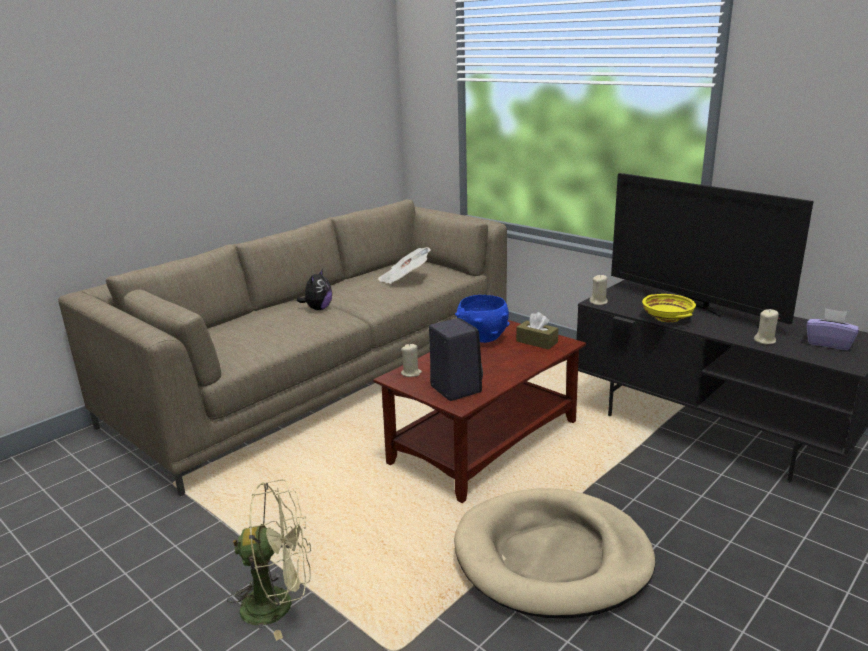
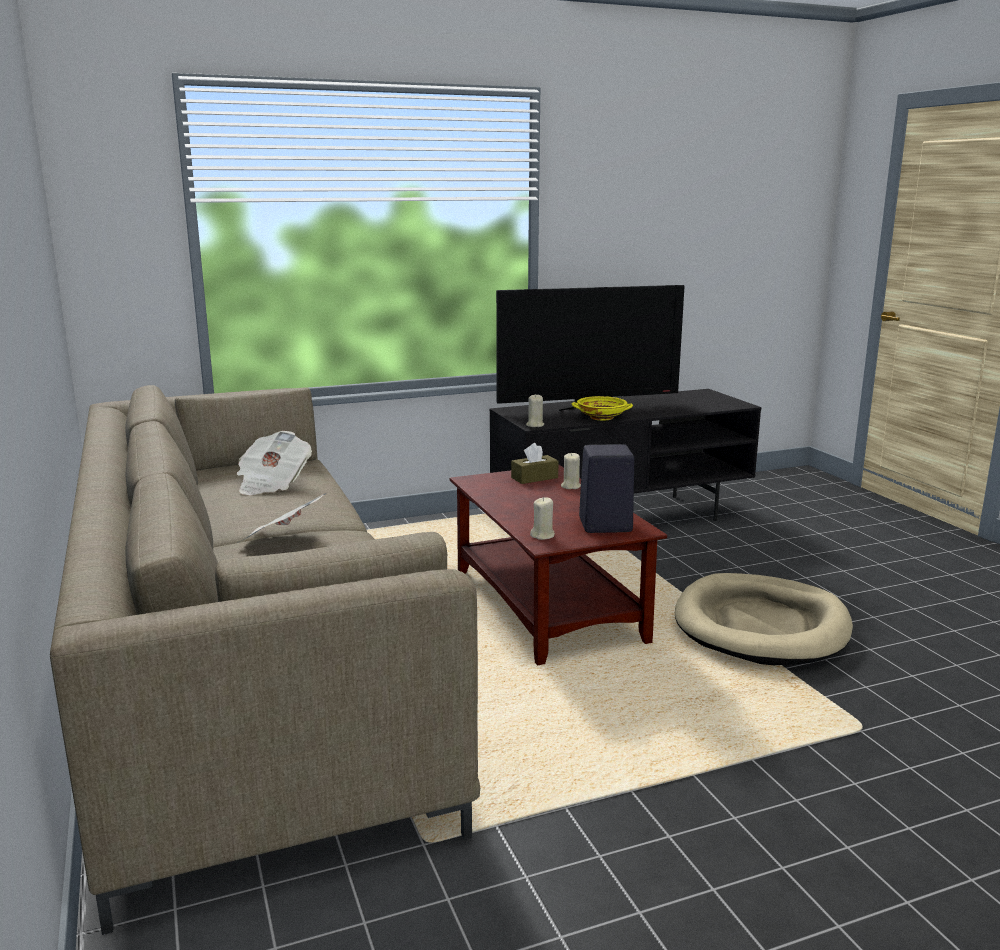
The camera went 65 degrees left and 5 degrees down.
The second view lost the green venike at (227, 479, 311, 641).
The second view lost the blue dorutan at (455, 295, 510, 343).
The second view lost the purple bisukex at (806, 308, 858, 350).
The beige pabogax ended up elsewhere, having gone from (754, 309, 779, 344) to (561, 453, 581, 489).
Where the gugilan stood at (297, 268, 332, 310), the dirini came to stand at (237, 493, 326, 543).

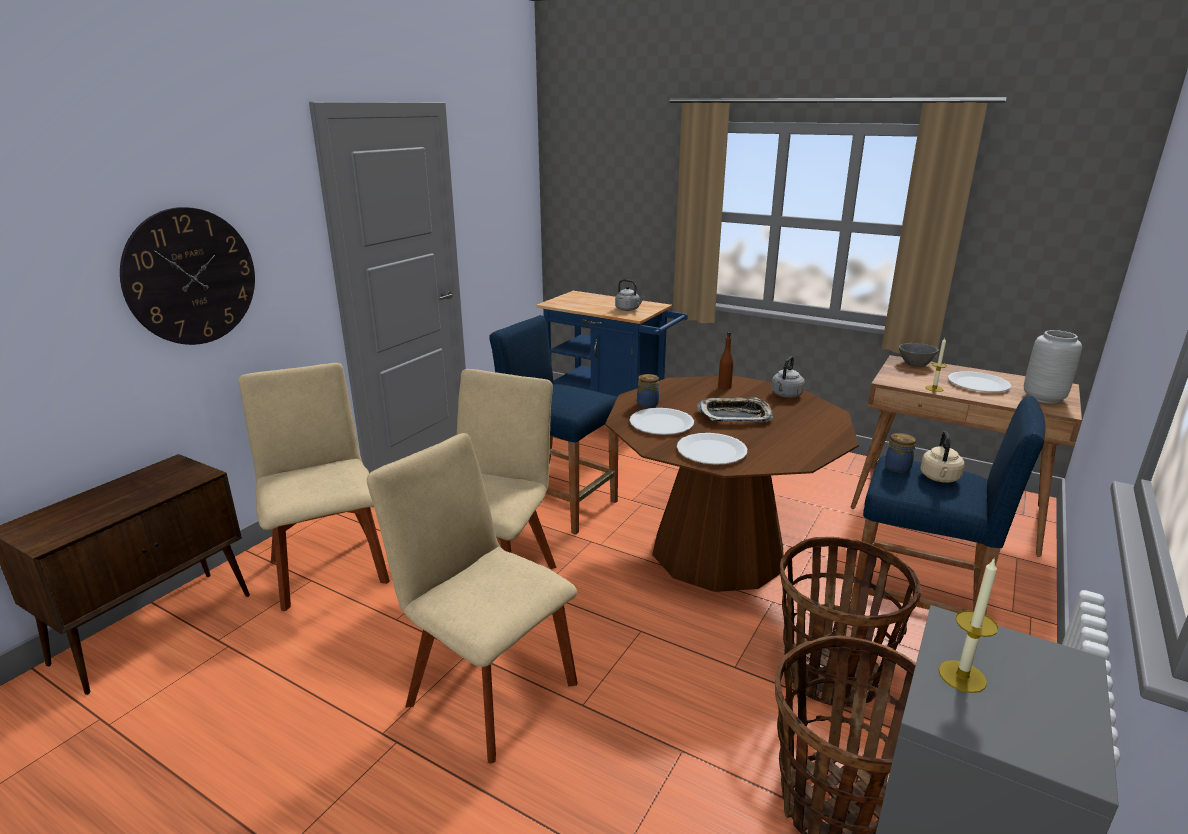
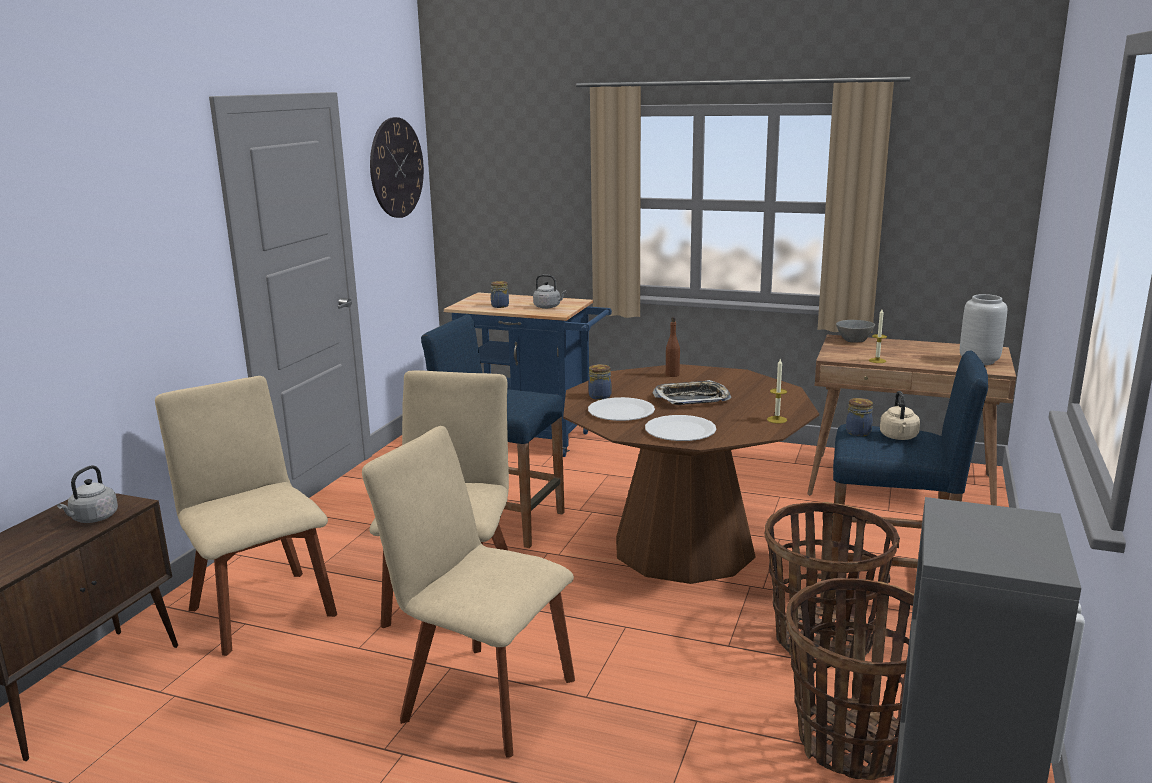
The camera went 10 degrees left and 5 degrees down.
The second view lost the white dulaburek at (948, 371, 1011, 392).
The second view gained the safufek at (491, 281, 509, 308).
The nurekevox ended up elsewhere, having gone from (120, 207, 255, 345) to (370, 117, 424, 218).
The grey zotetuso ended up elsewhere, having gone from (771, 356, 805, 398) to (57, 465, 118, 523).
The pabogax ended up elsewhere, having gone from (938, 559, 999, 693) to (767, 359, 787, 423).

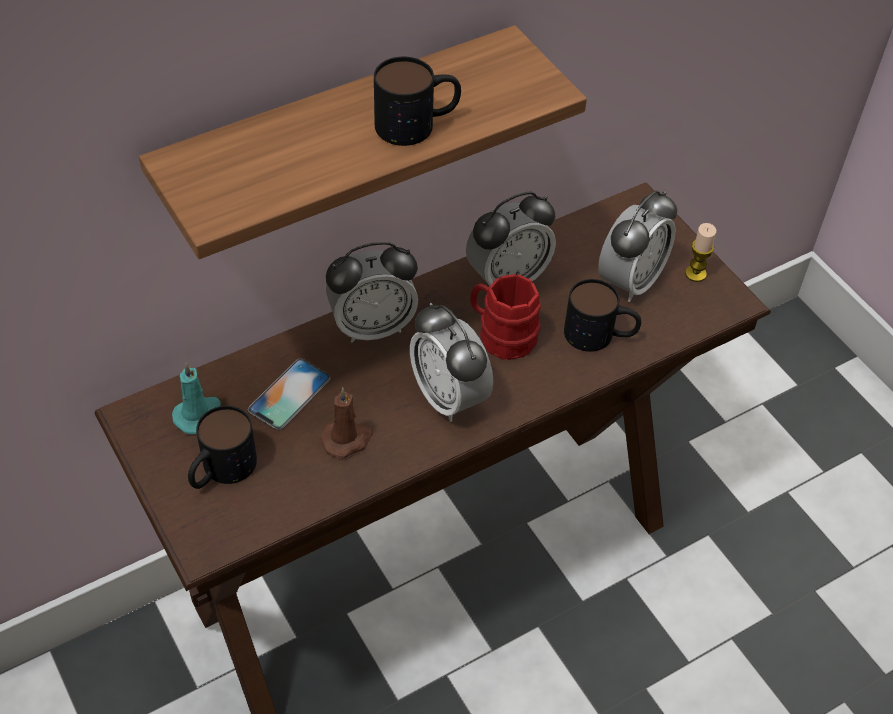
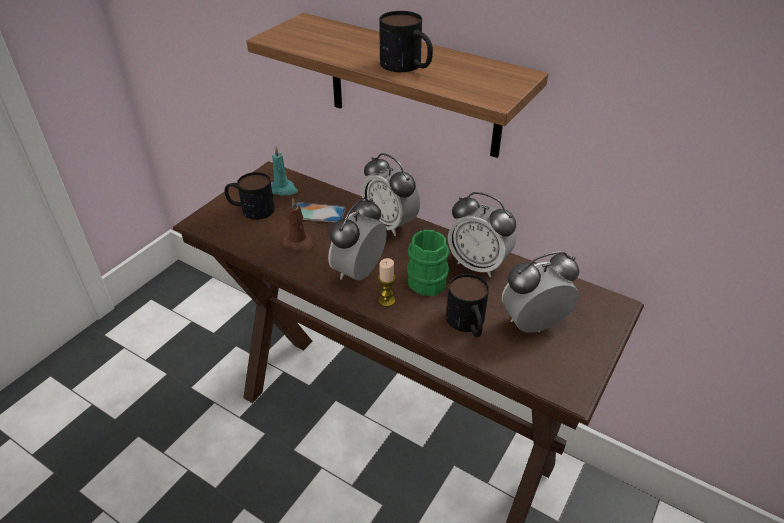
The camera went 65 degrees right and 10 degrees down.
The pabogax ended up elsewhere, having gone from (685, 223, 716, 282) to (378, 258, 396, 307).
What was the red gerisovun at (470, 274, 541, 360) turned into the green gerisovun at (407, 230, 449, 296).
The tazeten at (598, 191, 677, 302) ended up facing another way, 150 degrees clockwise from before.

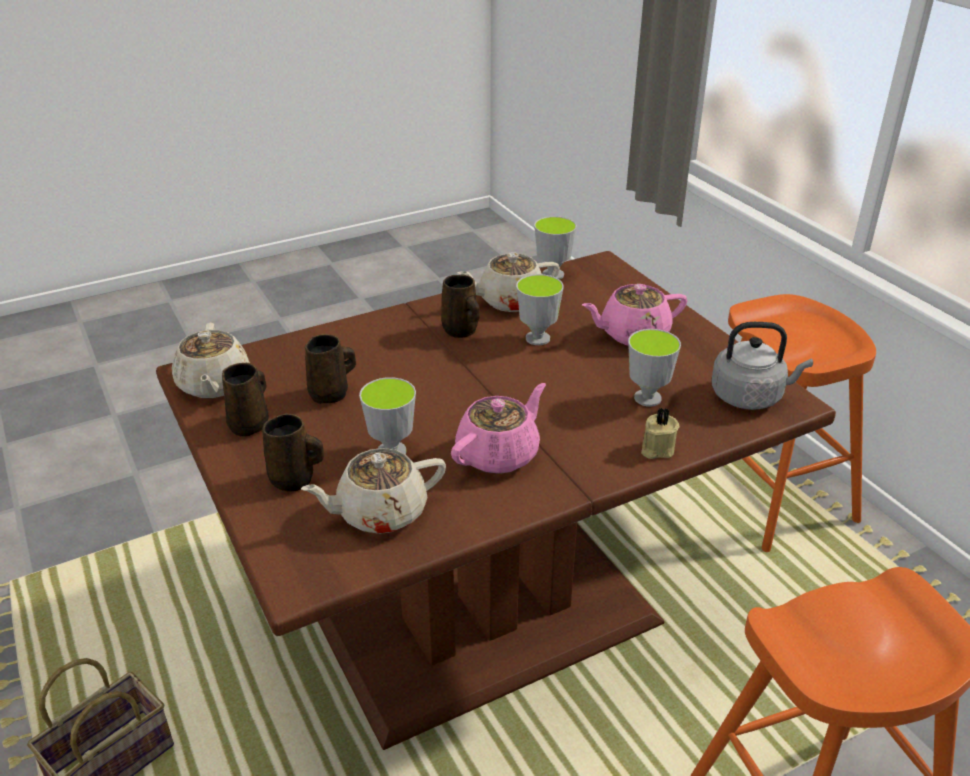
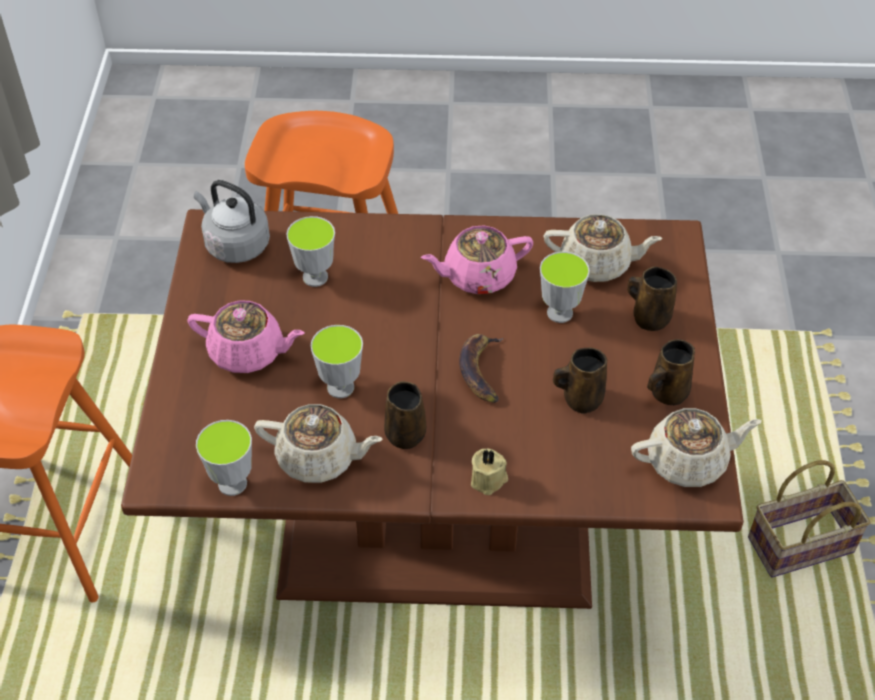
The camera went 150 degrees left and 15 degrees up.
The second view gained the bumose at (459, 334, 503, 403).
The beige pabogax ended up elsewhere, having gone from (641, 407, 679, 459) to (471, 449, 508, 495).
The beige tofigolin at (172, 323, 250, 398) ended up facing another way, 60 degrees clockwise from before.

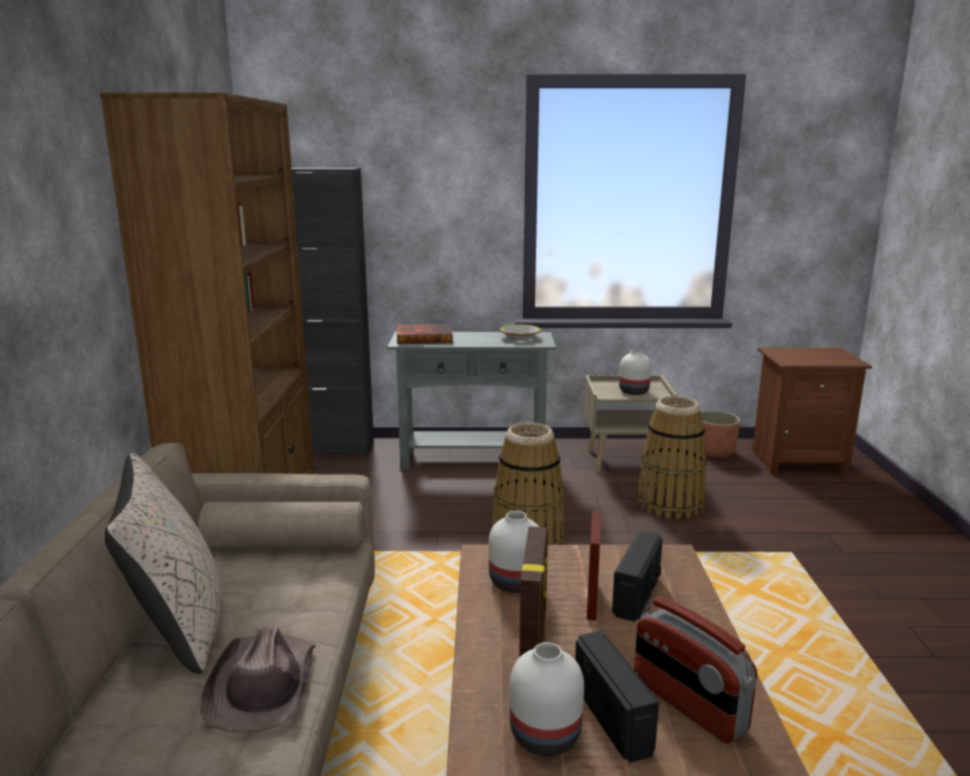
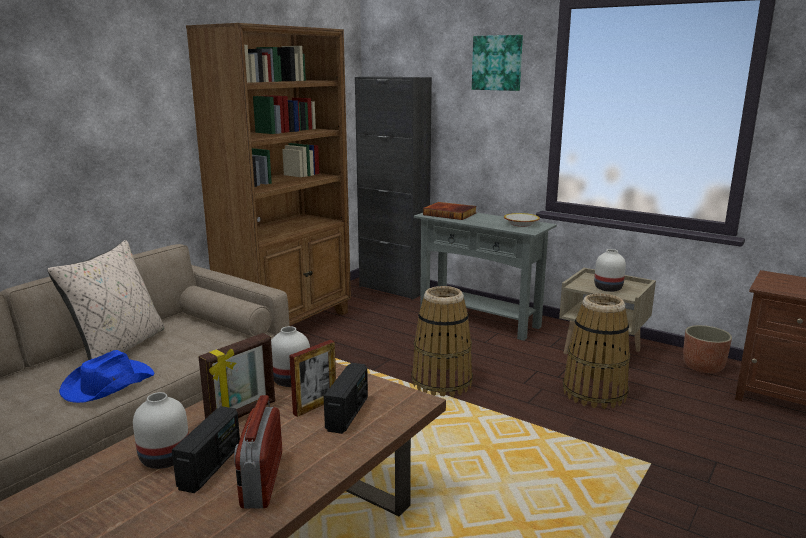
The camera went 35 degrees right and 0 degrees up.
The second view gained the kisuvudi at (472, 35, 523, 91).
What was the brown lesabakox at (200, 625, 316, 733) turned into the blue lesabakox at (59, 350, 154, 403).
The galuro at (612, 531, 663, 622) ended up facing another way, 45 degrees counterclockwise from before.

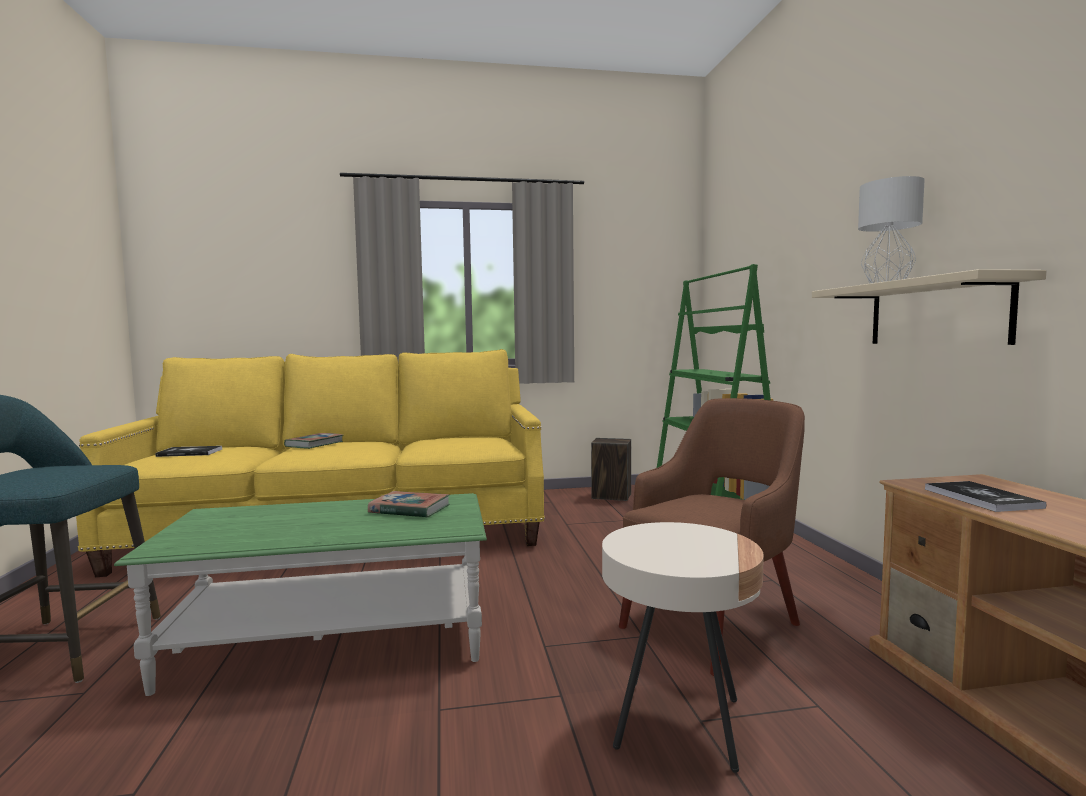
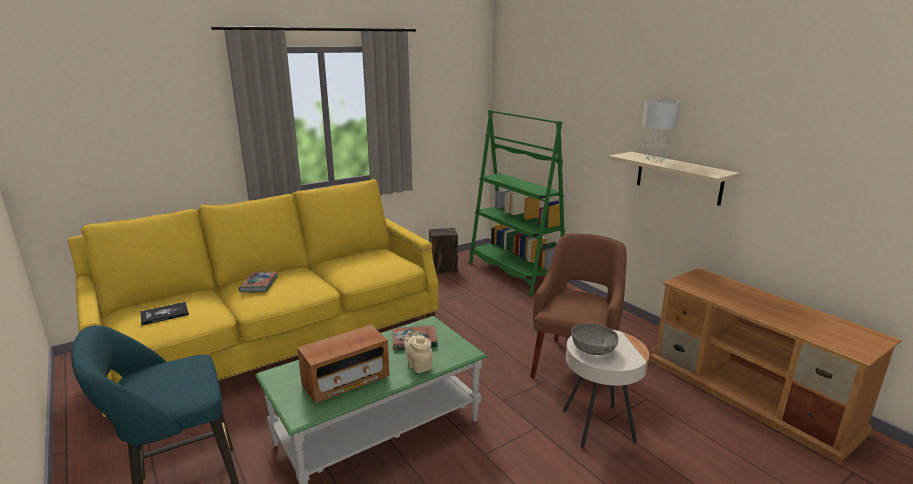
The camera went 25 degrees left and 15 degrees up.
The second view lost the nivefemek at (925, 481, 1046, 512).
The second view gained the galuro at (297, 325, 390, 404).
The second view gained the beige tofigolin at (404, 330, 433, 373).
The second view gained the grey dorutan at (571, 324, 619, 355).

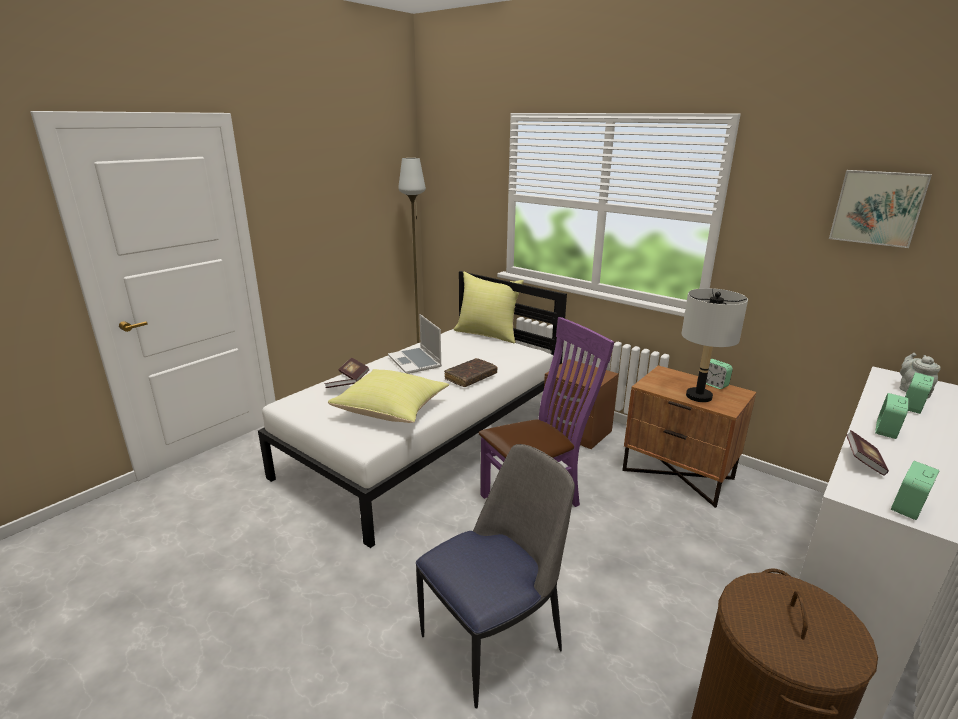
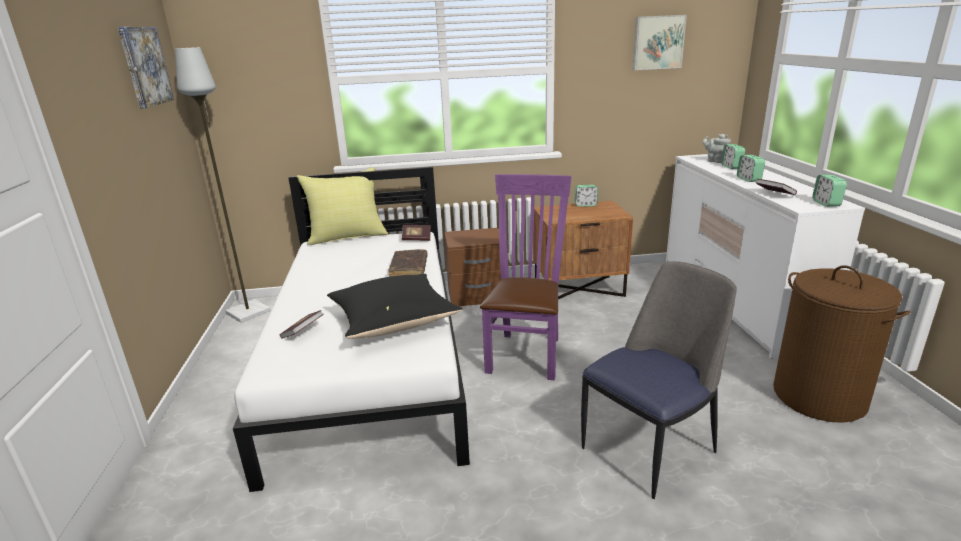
The camera went 45 degrees left and 0 degrees up.
The second view lost the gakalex at (388, 314, 442, 374).
The second view lost the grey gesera at (681, 288, 748, 402).
The second view gained the kisuvudi at (118, 27, 174, 109).
The nivefemek ended up elsewhere, having gone from (338, 358, 370, 381) to (402, 225, 431, 241).
What was the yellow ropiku at (328, 369, 449, 423) turned into the black ropiku at (327, 274, 463, 339).
The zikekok at (416, 444, 575, 709) ended up facing another way, 45 degrees clockwise from before.

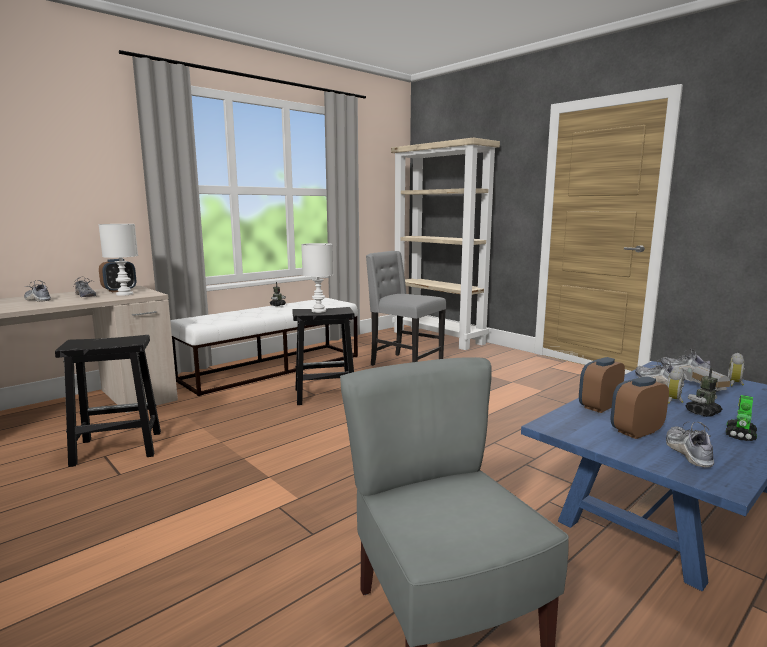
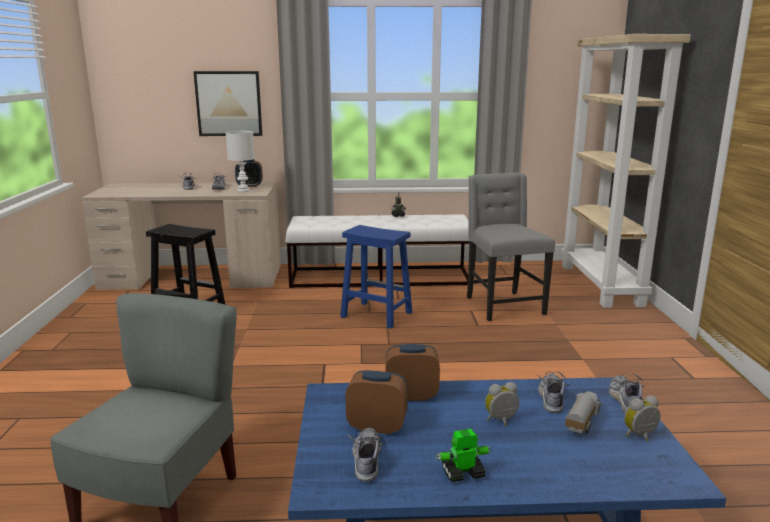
The camera went 40 degrees right and 5 degrees up.
The second view lost the white gesera at (301, 243, 333, 313).
The second view lost the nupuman at (686, 368, 722, 417).
The second view gained the kisuvudi at (194, 71, 262, 136).
What was the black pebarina at (292, 307, 355, 405) turned into the blue pebarina at (340, 225, 412, 329).
The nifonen at (666, 422, 714, 468) ended up facing another way, 45 degrees counterclockwise from before.

